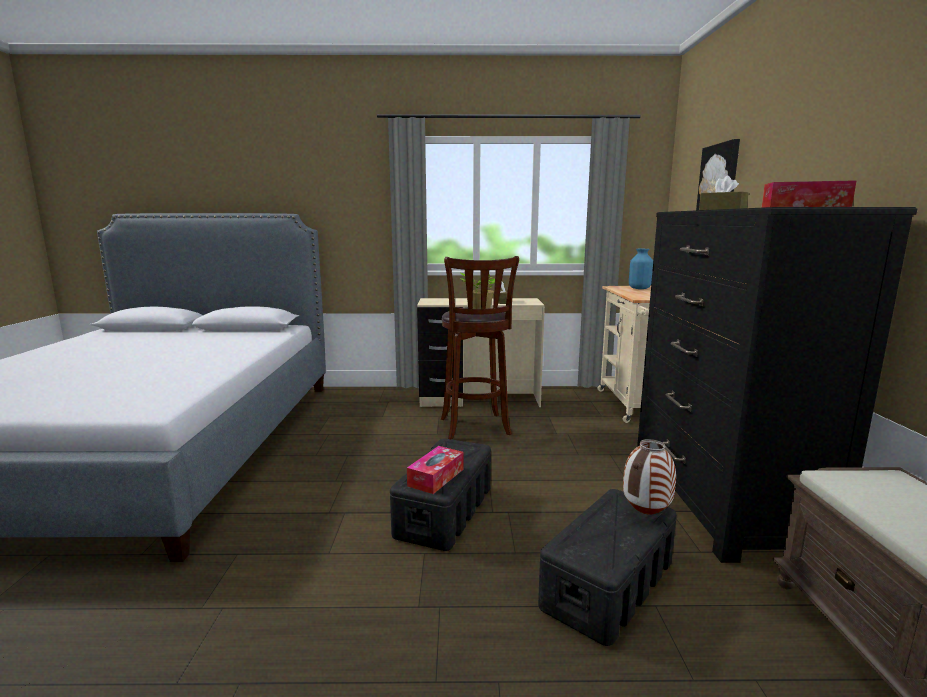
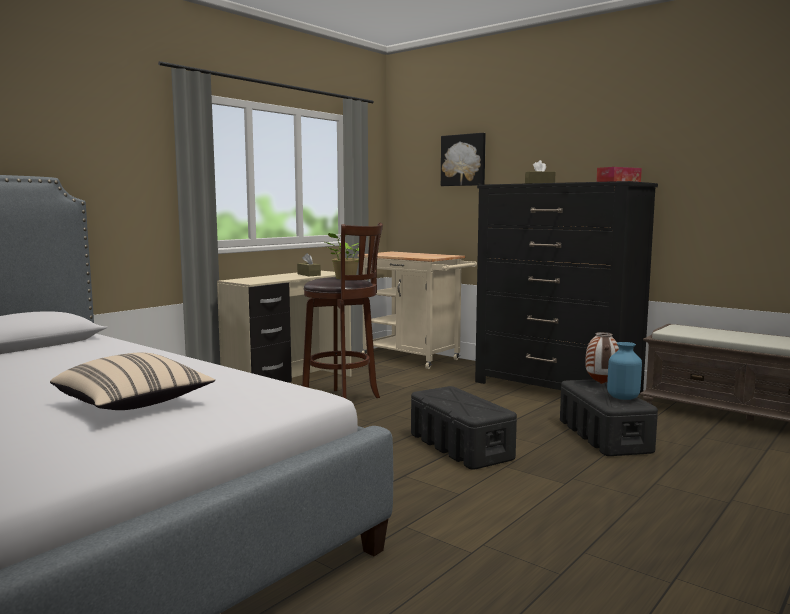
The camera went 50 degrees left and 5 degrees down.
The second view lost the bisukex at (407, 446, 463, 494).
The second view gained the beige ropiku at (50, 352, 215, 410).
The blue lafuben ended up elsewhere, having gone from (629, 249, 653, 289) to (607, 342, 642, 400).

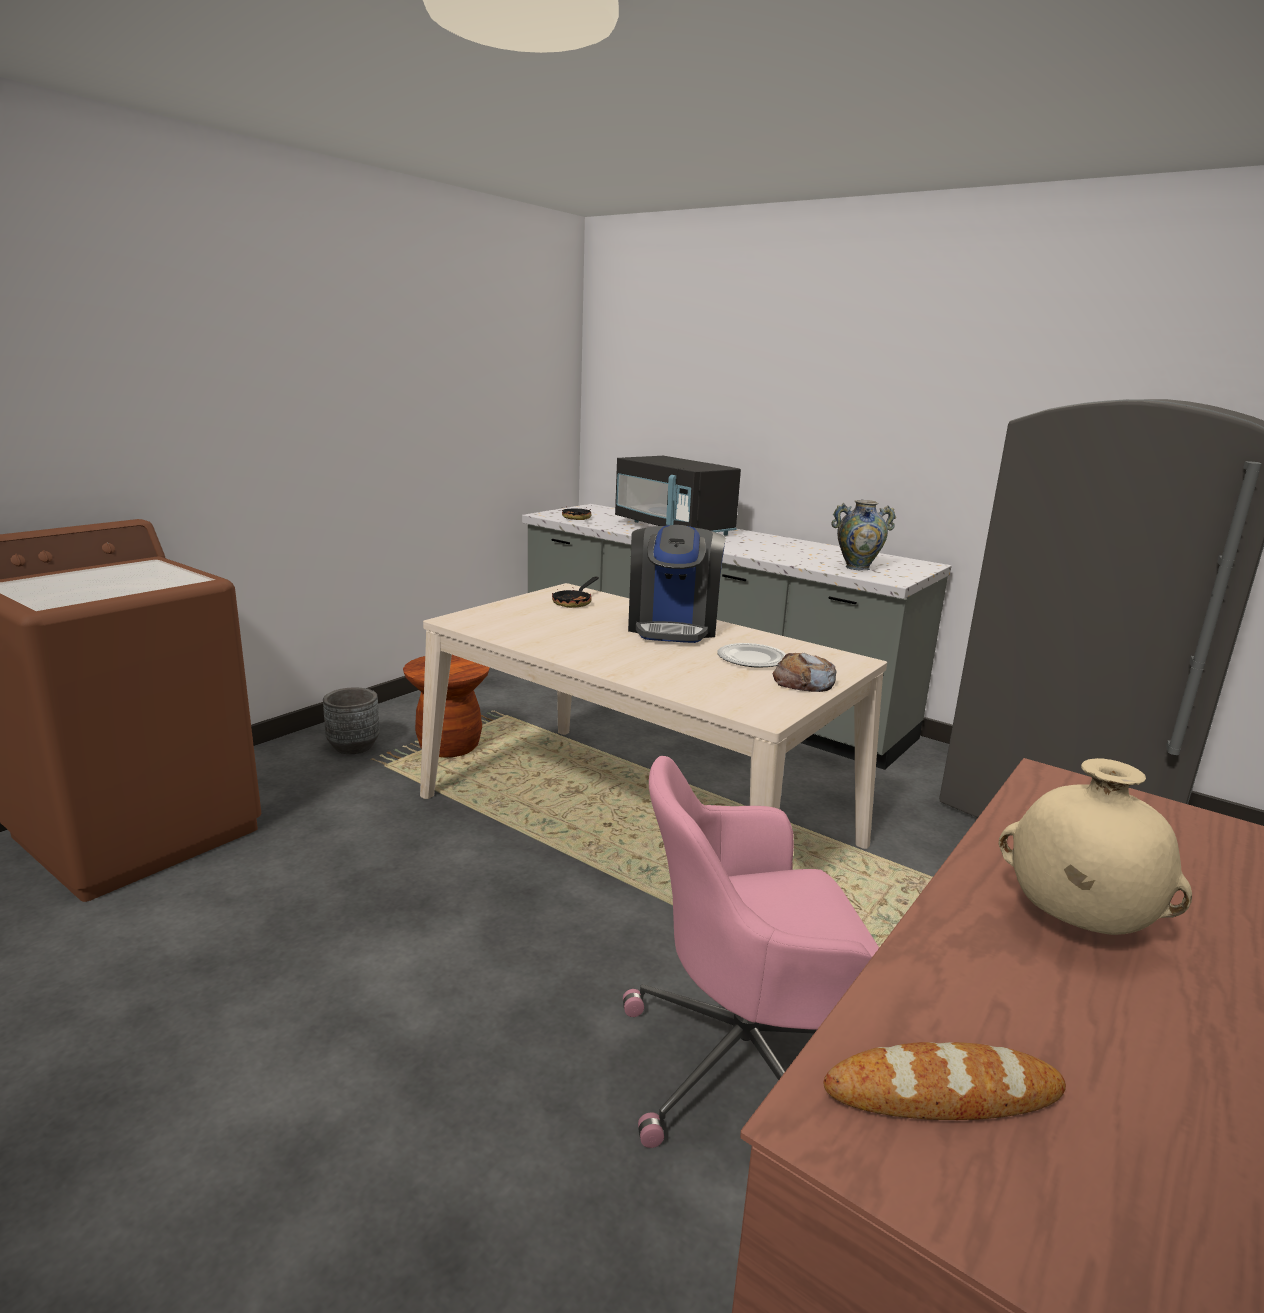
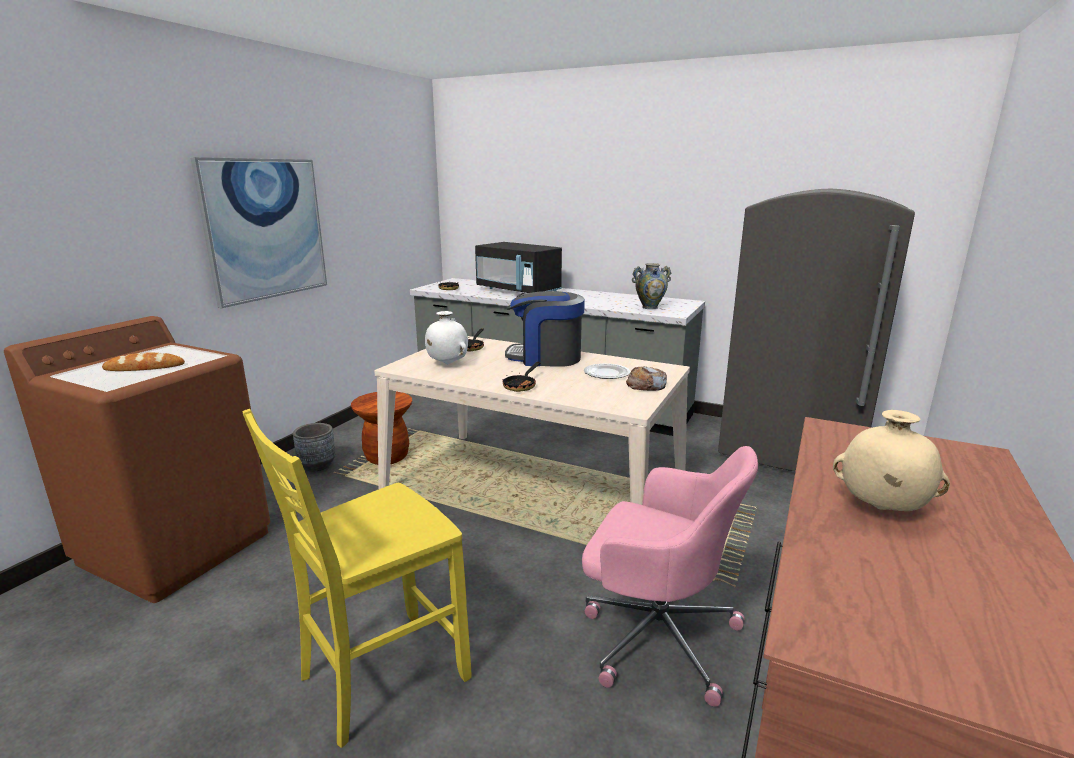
The camera went 10 degrees left and 0 degrees up.
The second view gained the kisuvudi at (190, 157, 327, 308).
The second view gained the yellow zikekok at (242, 409, 472, 748).
The second view gained the white lafuben at (425, 311, 468, 364).
The second view gained the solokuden at (503, 362, 541, 392).
The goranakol ended up elsewhere, having gone from (823, 1042, 1066, 1120) to (102, 353, 185, 371).
The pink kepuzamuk at (623, 756, 879, 1148) ended up facing another way, 135 degrees counterclockwise from before.
The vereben at (628, 525, 726, 643) ended up facing another way, 105 degrees clockwise from before.

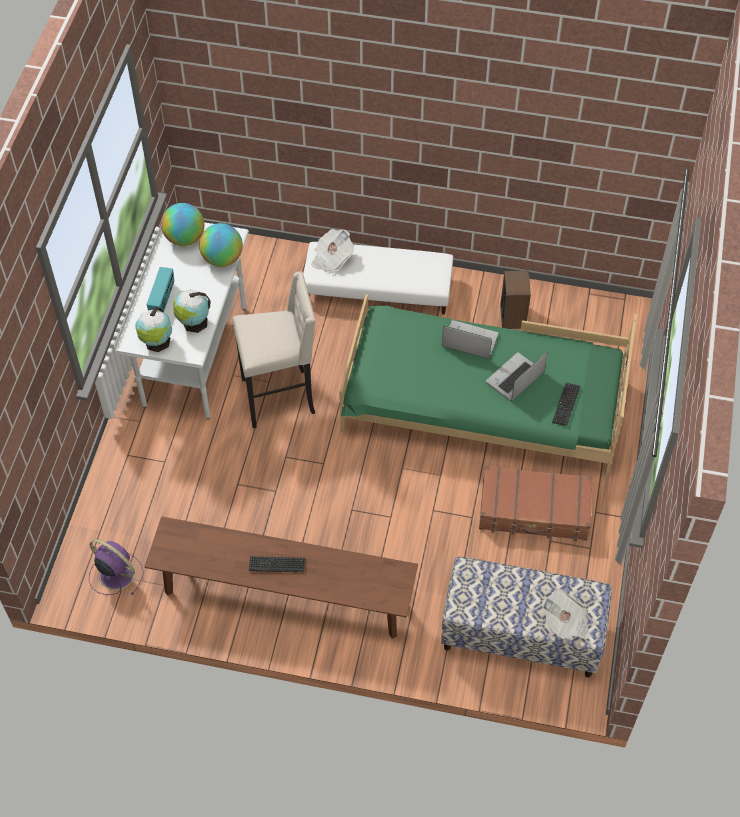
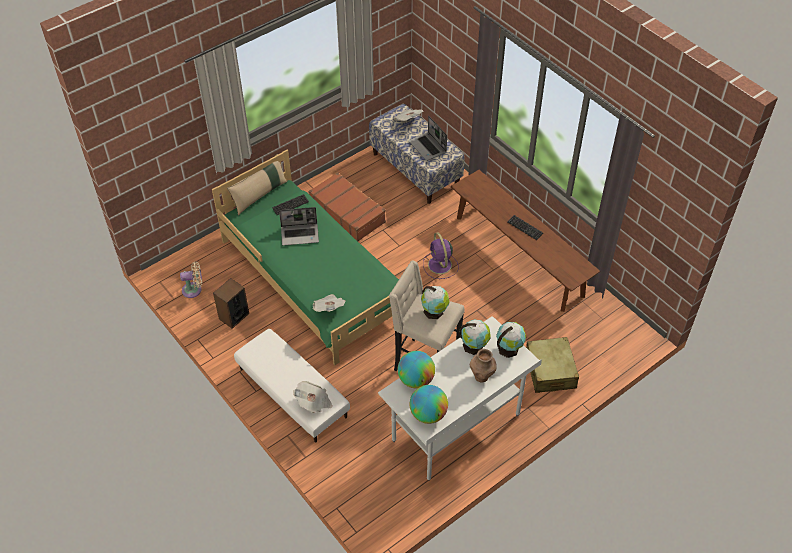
The camera went 140 degrees left and 5 degrees down.
The second view gained the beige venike at (180, 262, 202, 298).
The second view gained the beige ropiku at (227, 154, 287, 215).
The second view gained the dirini at (313, 294, 345, 312).
The second view gained the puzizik at (421, 286, 450, 319).
The second view gained the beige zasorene at (526, 337, 579, 393).
The purple venike ended up elsewhere, having gone from (89, 539, 144, 595) to (423, 232, 459, 279).
The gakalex ended up elsewhere, having gone from (442, 320, 499, 359) to (409, 116, 447, 161).
Where the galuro stood at (146, 267, 174, 312), the brown lafuben came to stand at (470, 349, 497, 382).

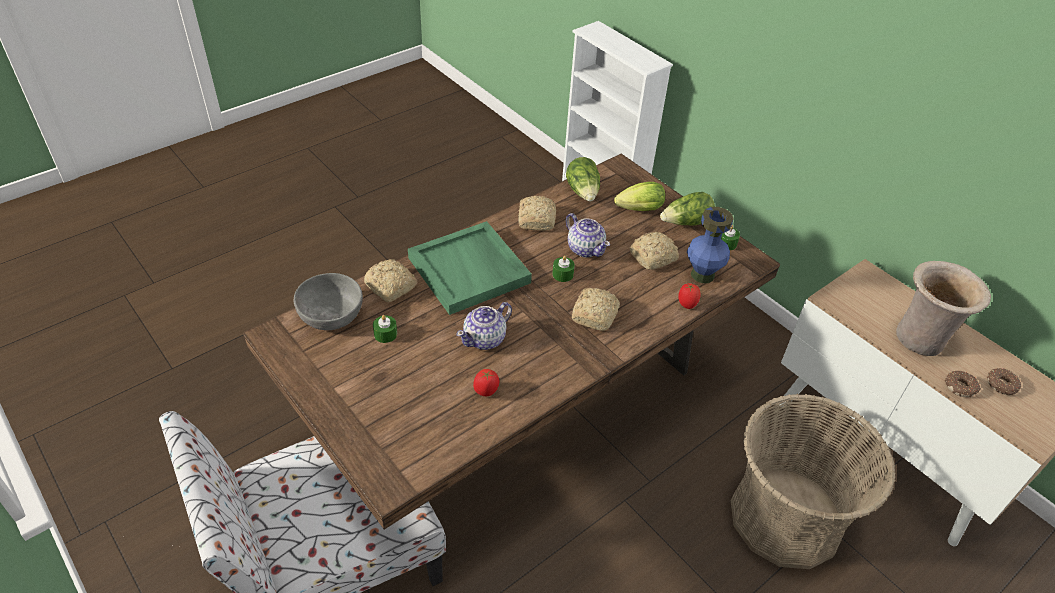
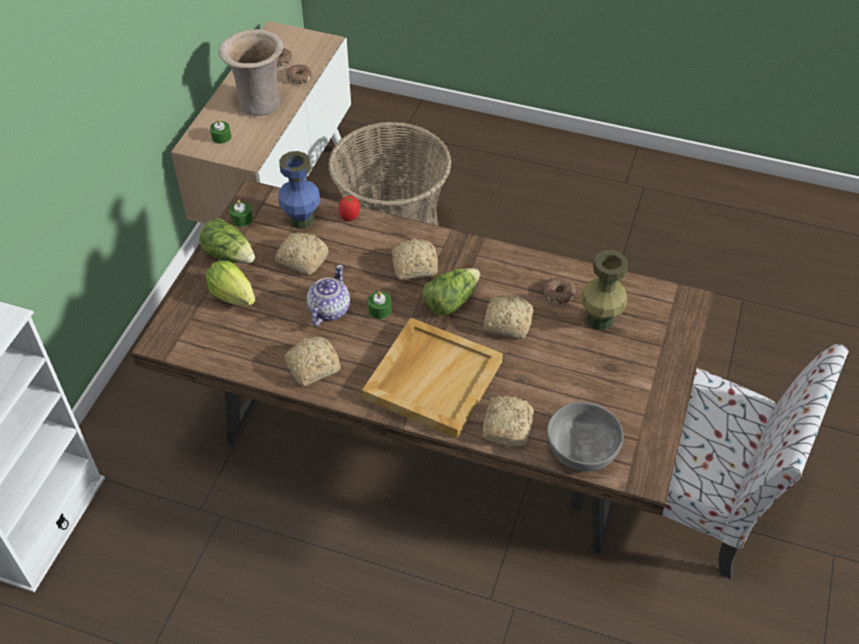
The camera went 120 degrees left and 5 degrees up.
The second view gained the green lafuben at (581, 250, 628, 330).
The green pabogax ended up elsewhere, having gone from (373, 315, 397, 343) to (210, 119, 231, 144).
The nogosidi ended up elsewhere, having gone from (566, 157, 600, 202) to (422, 268, 480, 315).
Where the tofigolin stood at (456, 302, 512, 350), the goranakol came to stand at (483, 295, 533, 339).
Where the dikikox stood at (473, 369, 499, 396), the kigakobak came to stand at (544, 276, 575, 304).
What was the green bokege at (408, 221, 532, 315) turned into the beige bokege at (362, 318, 503, 439).

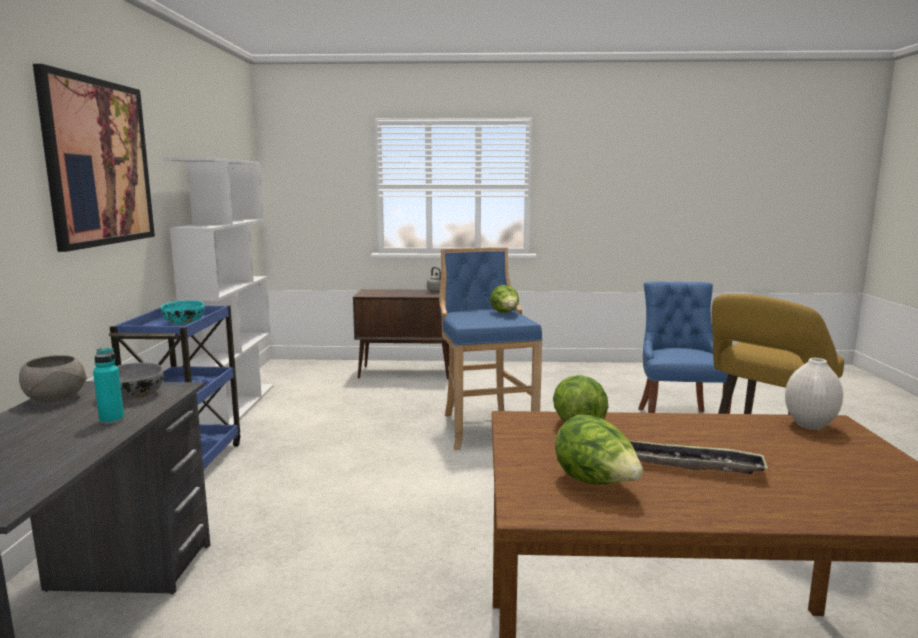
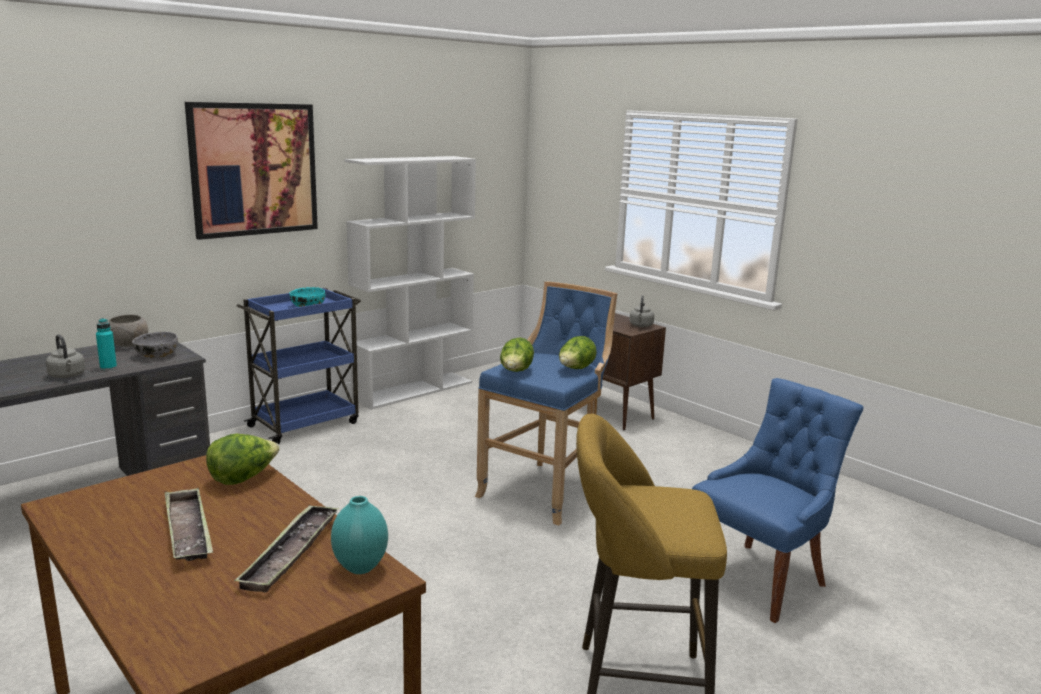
The camera went 45 degrees right and 5 degrees up.
The second view gained the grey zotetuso at (46, 334, 85, 378).
The second view gained the bokege at (234, 505, 339, 593).
The nogosidi ended up elsewhere, having gone from (555, 414, 643, 485) to (500, 338, 534, 372).
What was the white lafuben at (785, 358, 843, 430) turned into the turquoise lafuben at (331, 496, 388, 574).

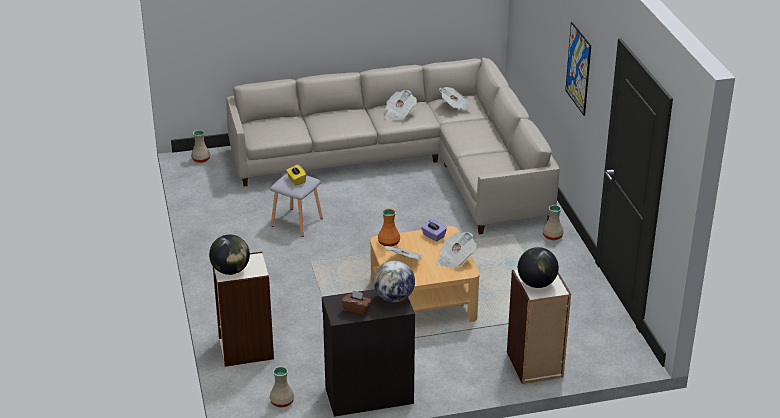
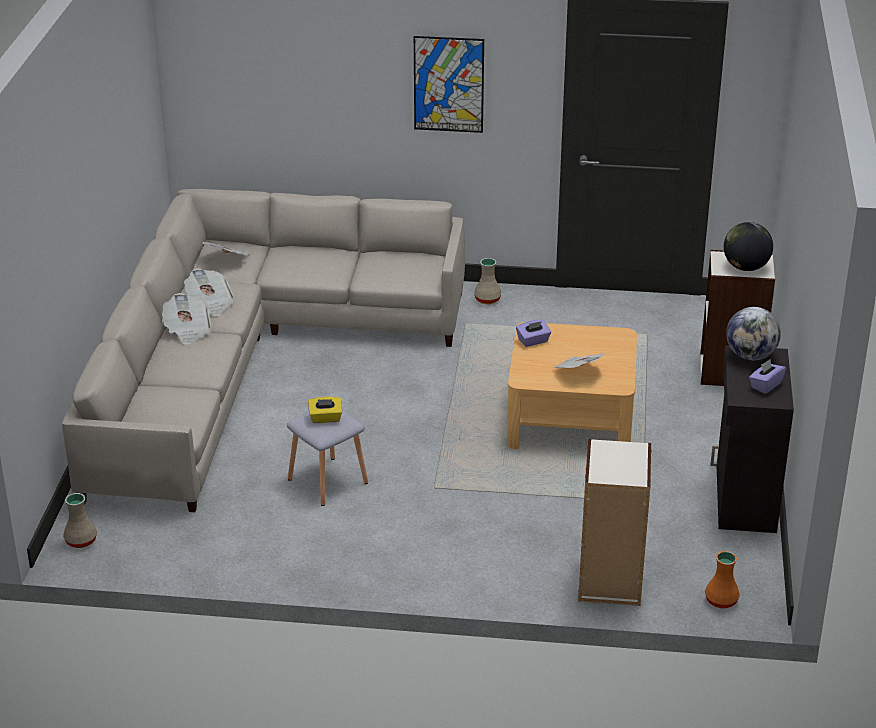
The camera went 70 degrees left and 0 degrees up.
The second view lost the puzizik at (209, 235, 250, 275).
The second view lost the beige lafuben at (269, 366, 294, 408).
The orange lafuben ended up elsewhere, having gone from (378, 209, 400, 247) to (705, 551, 740, 608).
The dirini ended up elsewhere, having gone from (436, 232, 477, 269) to (162, 293, 211, 345).
What was the brown bisukex at (341, 290, 372, 315) turned into the purple bisukex at (749, 359, 786, 394).

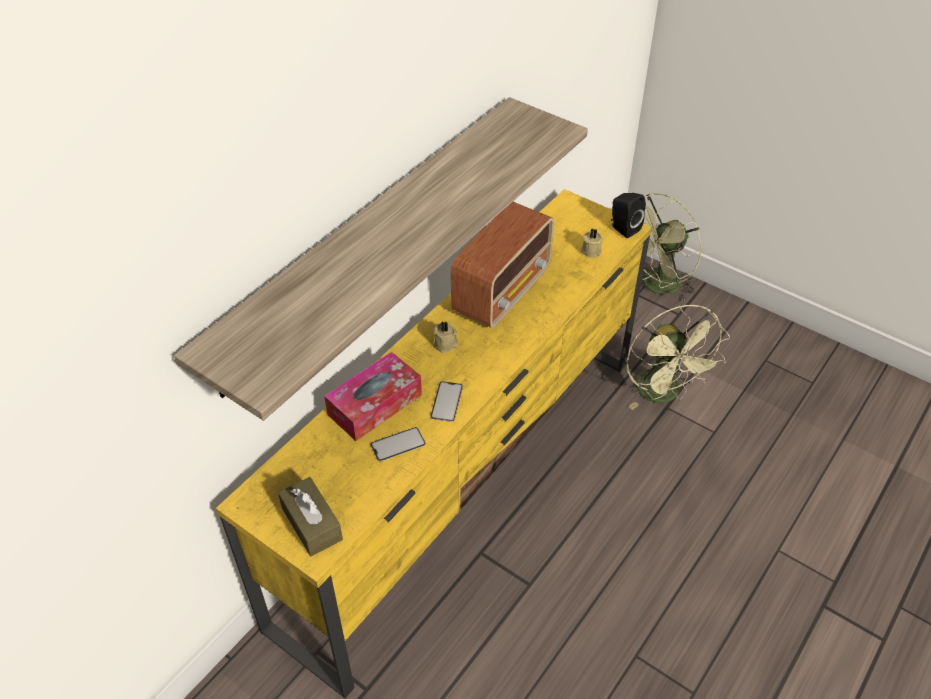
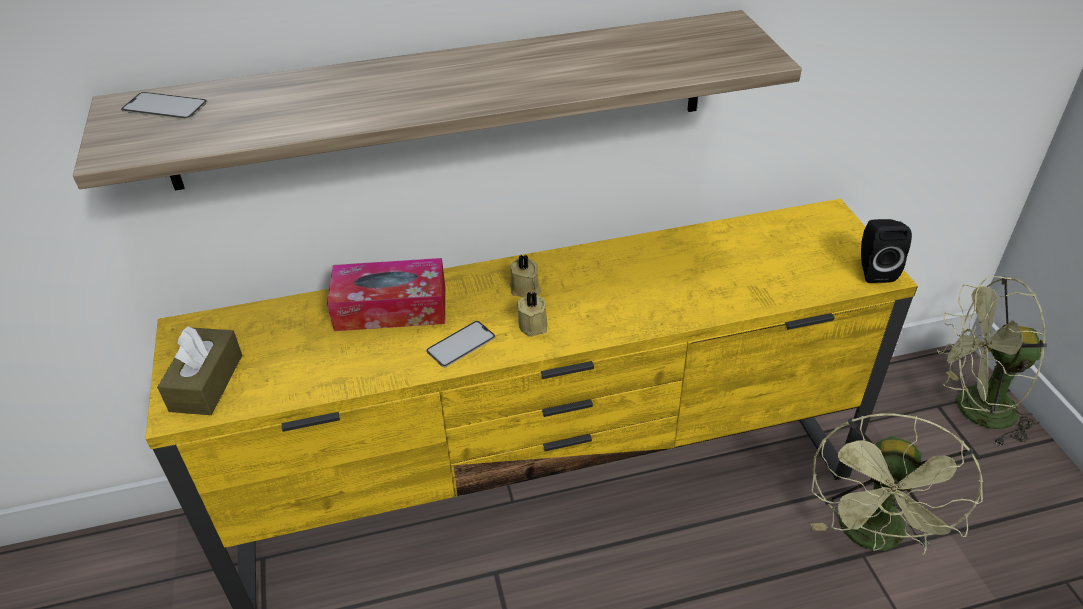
The camera went 40 degrees right and 5 degrees down.
The second view lost the galuro at (451, 202, 554, 328).
The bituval ended up elsewhere, having gone from (371, 427, 426, 462) to (121, 92, 207, 120).
The beige pabogax ended up elsewhere, having gone from (580, 228, 603, 258) to (516, 291, 547, 337).

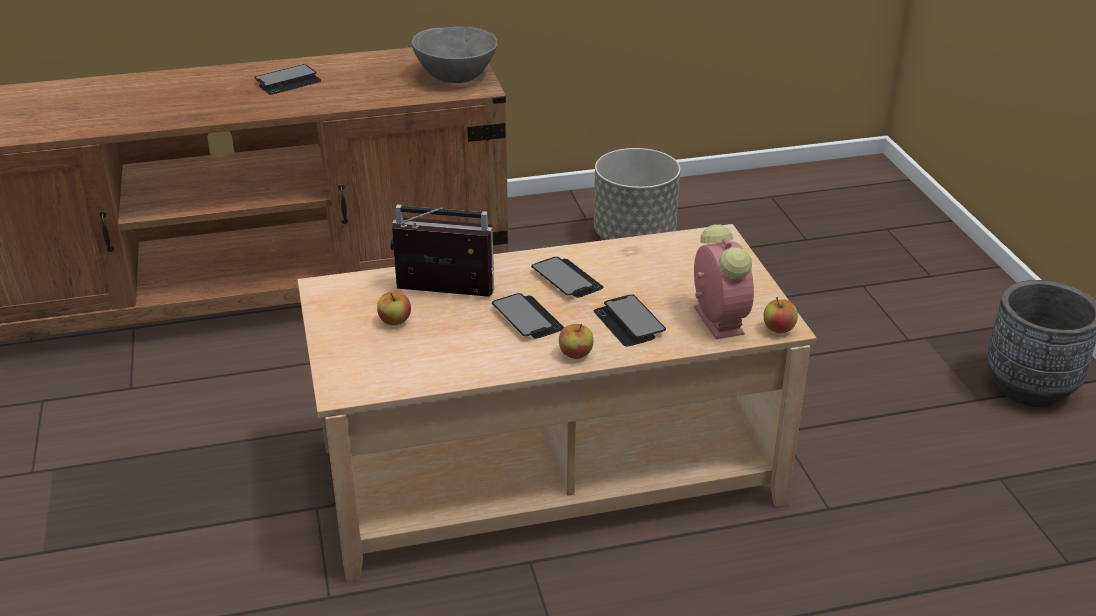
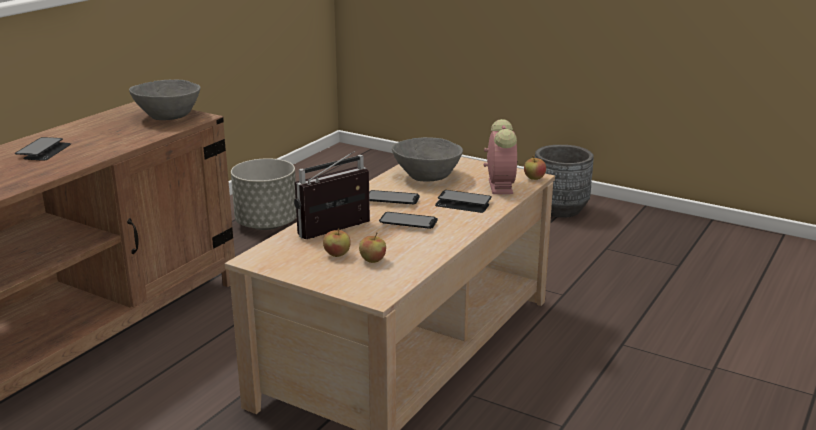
The camera went 45 degrees left and 10 degrees down.
The second view gained the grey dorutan at (392, 137, 463, 181).
The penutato ended up elsewhere, having gone from (559, 324, 594, 359) to (359, 232, 386, 263).
The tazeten at (694, 224, 754, 339) ended up facing another way, 60 degrees clockwise from before.

